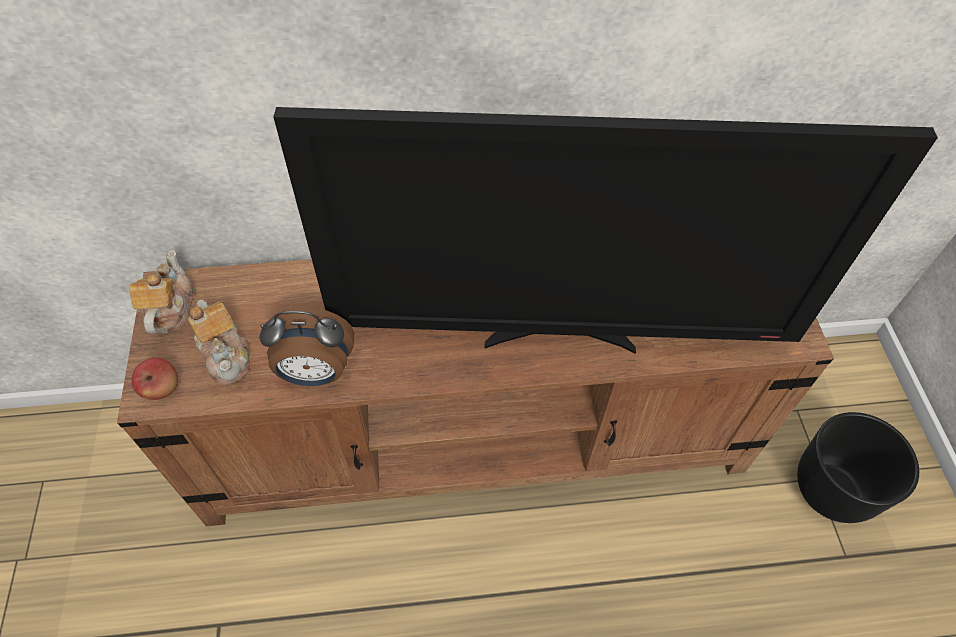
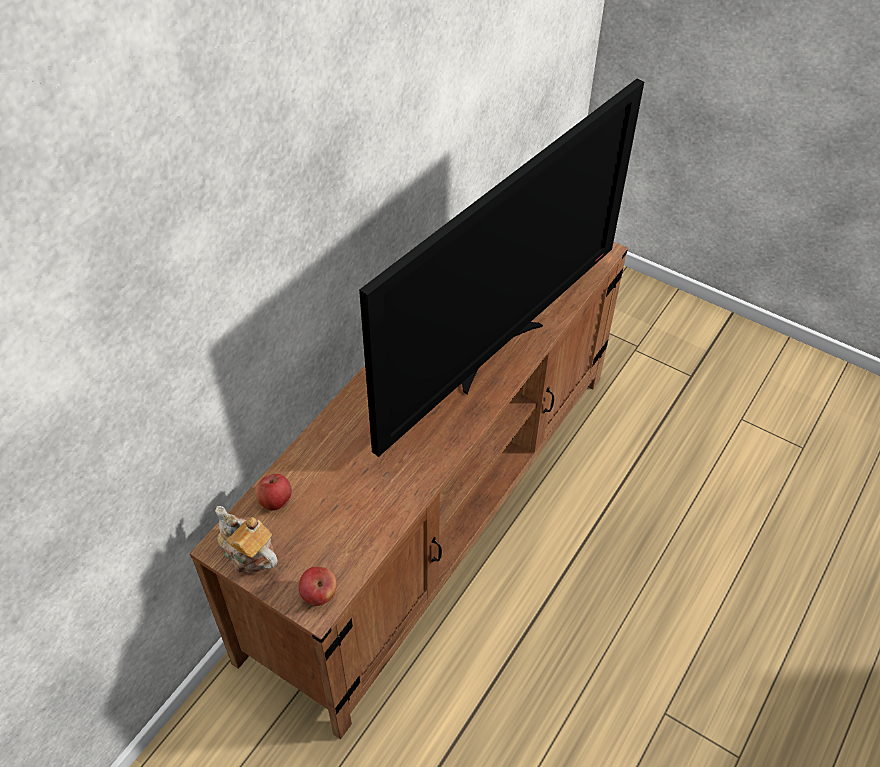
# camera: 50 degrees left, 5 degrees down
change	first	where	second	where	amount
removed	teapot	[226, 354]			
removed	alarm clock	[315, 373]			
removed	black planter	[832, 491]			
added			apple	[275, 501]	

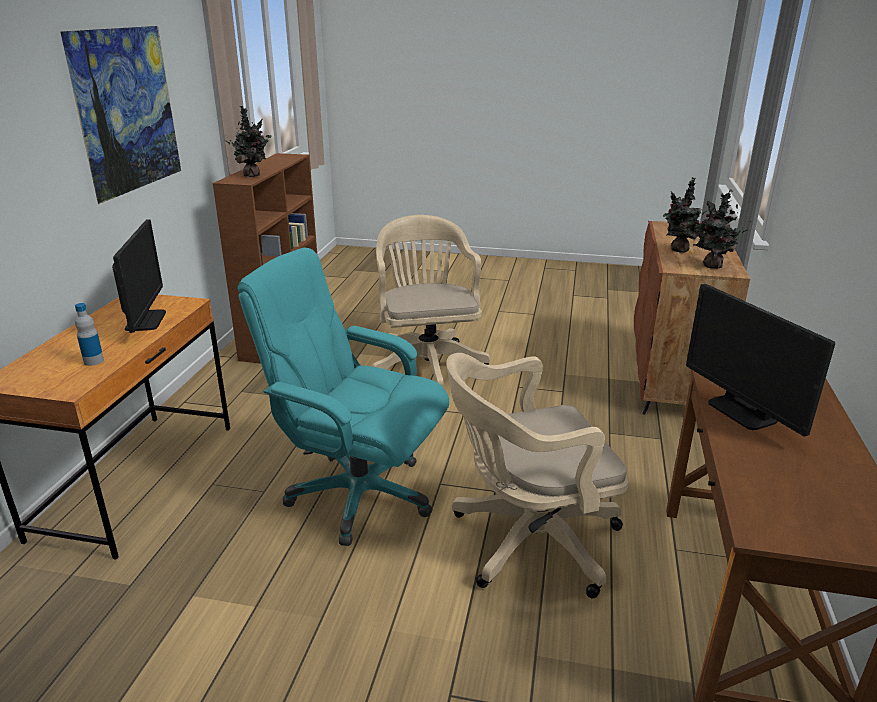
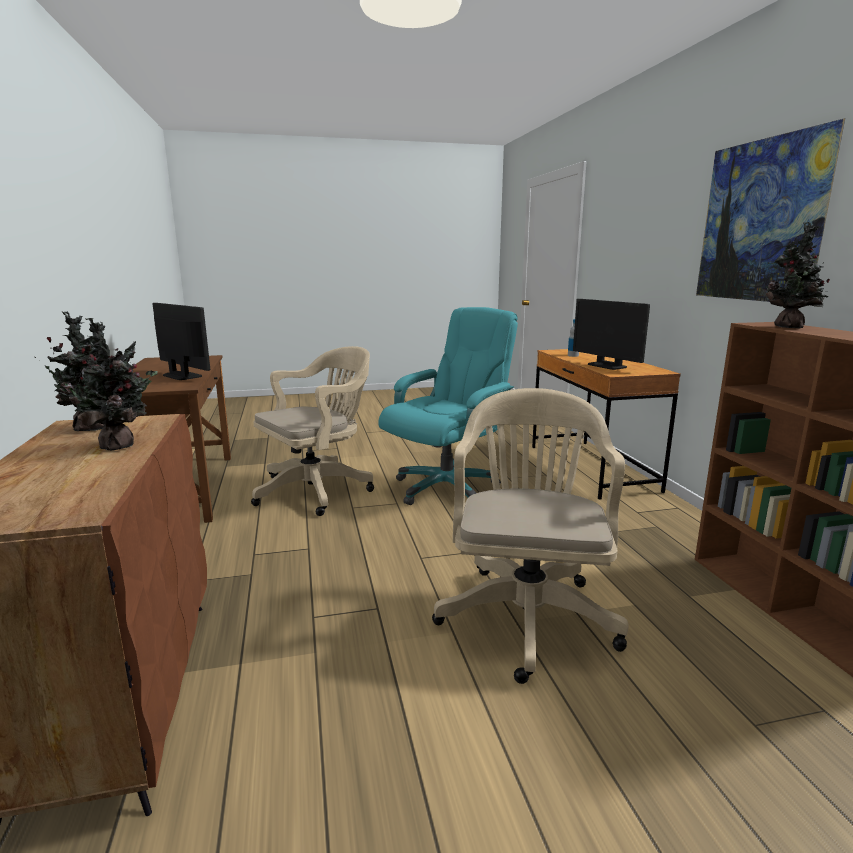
# camera: 155 degrees right, 10 degrees down
change	first	where	second	where	amount
turned	turquoise office chair	[359, 494]		[447, 487]	45 degrees counterclockwise
turned	beige office chair	[427, 364]		[527, 612]	135 degrees counterclockwise

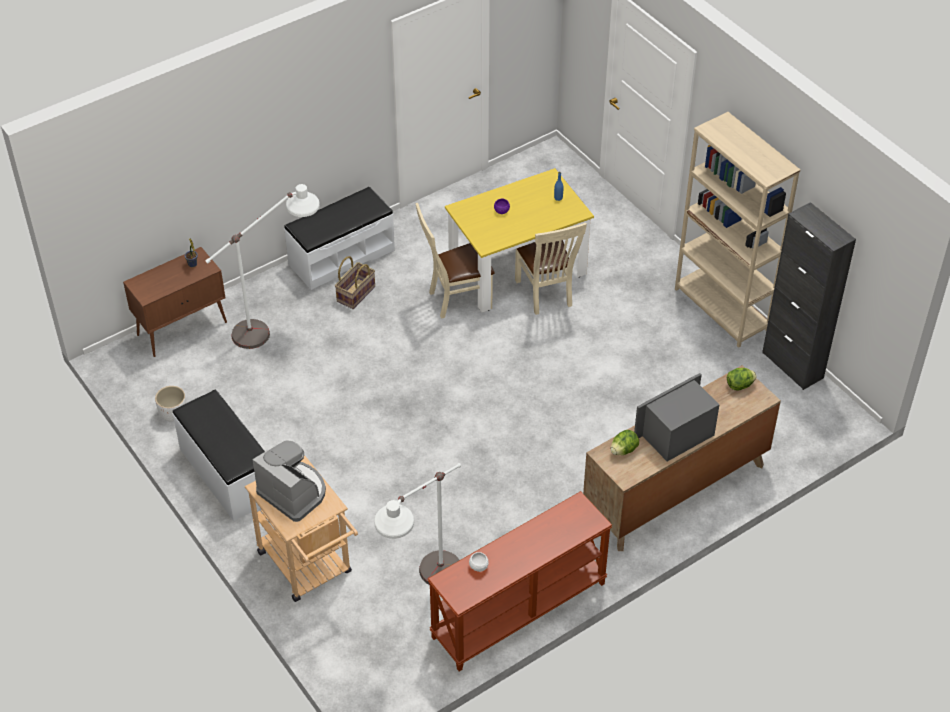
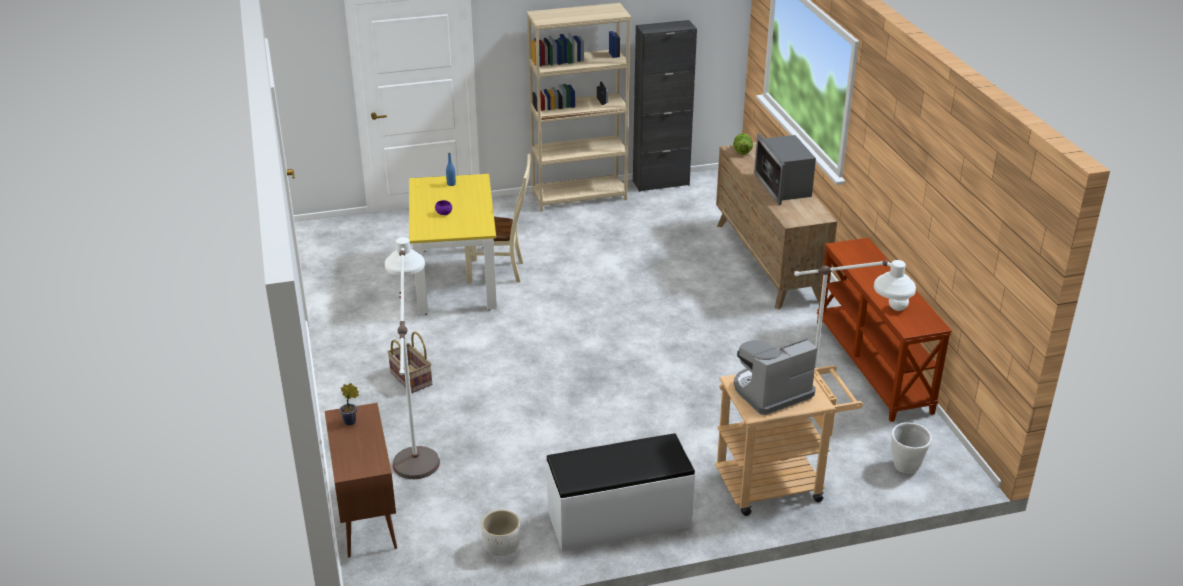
# camera: 70 degrees left, 15 degrees down
change	first	where	second	where	amount
removed	white bench	[341, 257]			
removed	beige chair	[456, 299]			
removed	lettuce	[624, 450]			
added			white planter	[906, 467]	

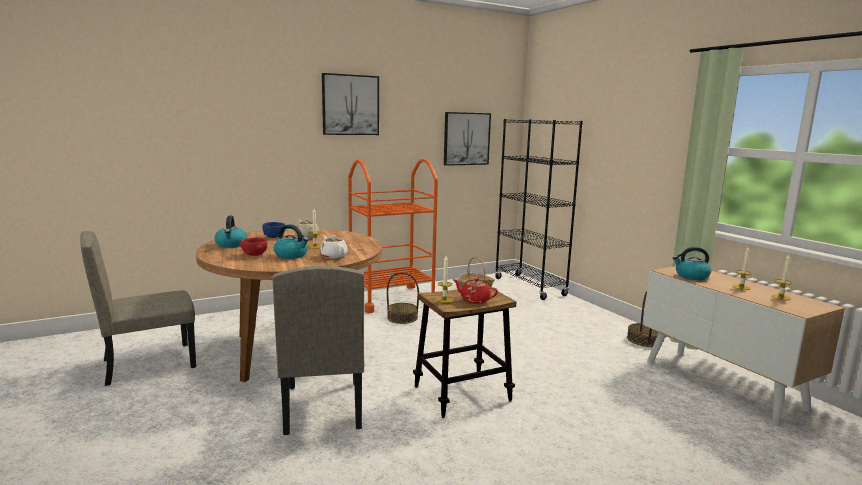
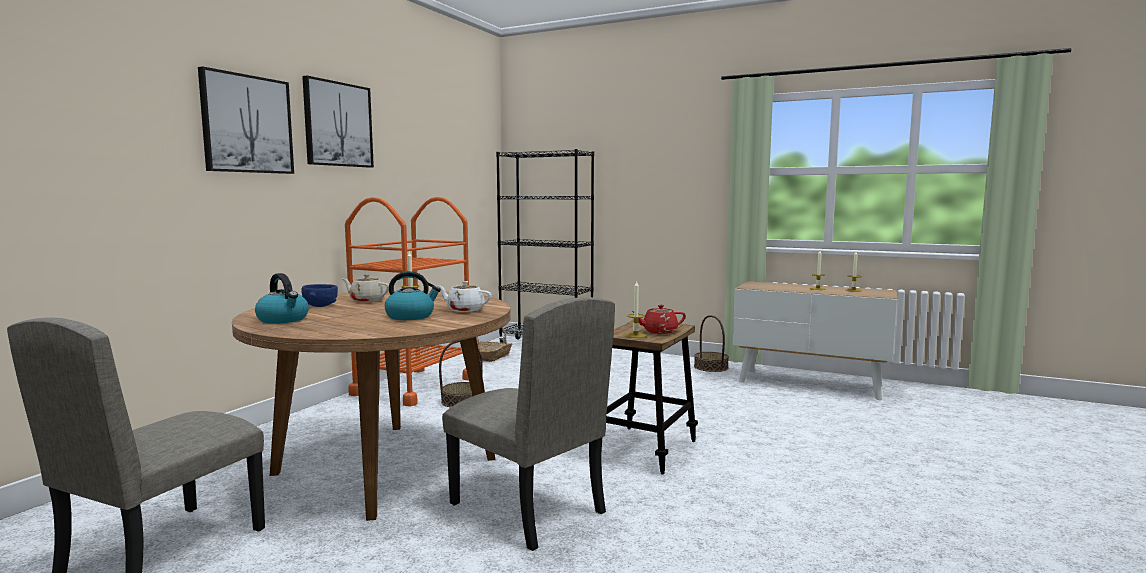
# camera: 35 degrees left, 5 degrees down
change	first	where	second	where	amount
removed	red bowl	[254, 255]			
moved	picture	[466, 138]		[247, 124]	
removed	kettle	[691, 276]			

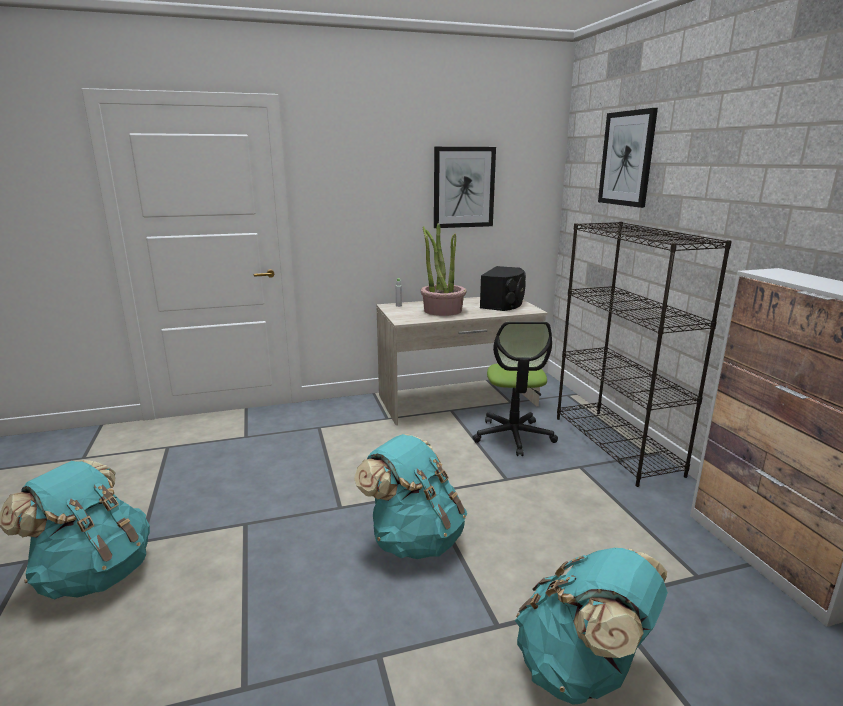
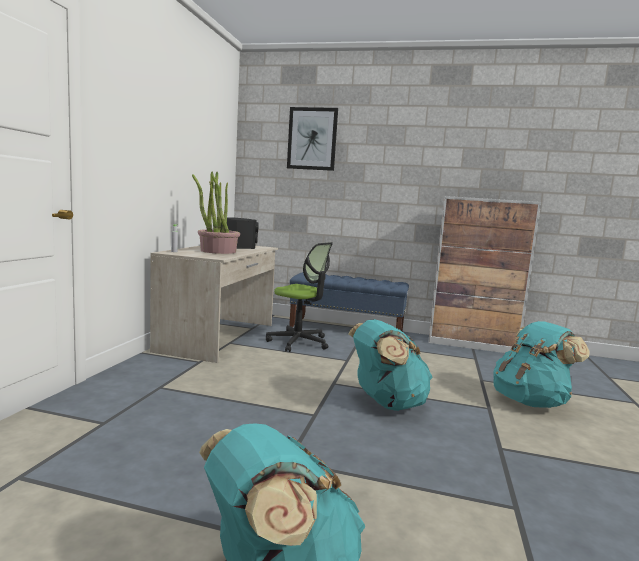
# camera: 60 degrees left, 10 degrees down
change	first	where	second	where	amount
removed	picture	[463, 187]			
replaced	black bookcase	[616, 445]	blue bench	[347, 329]	

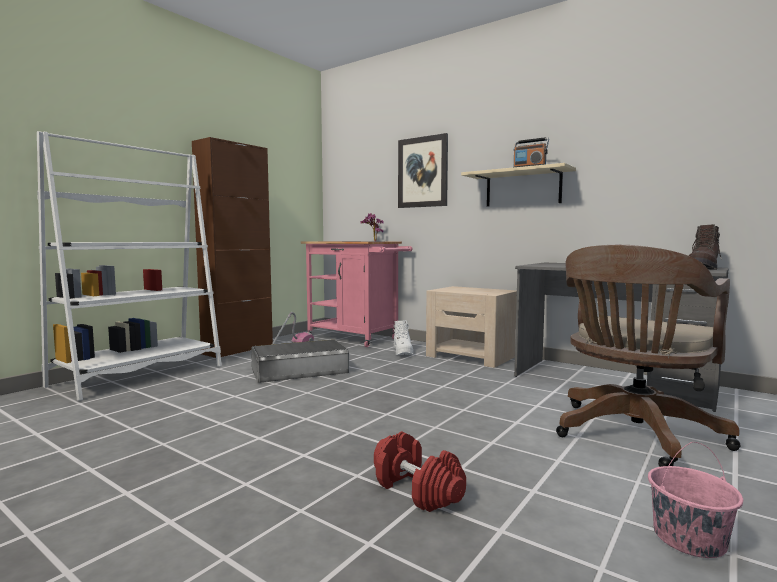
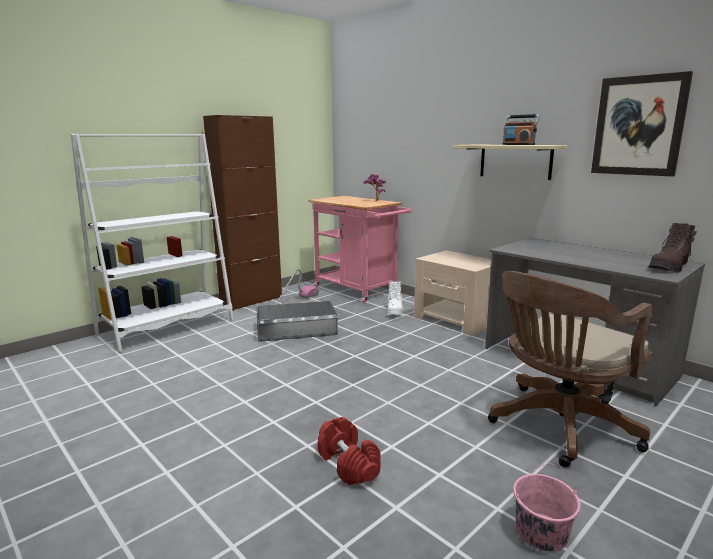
# camera: 10 degrees right, 10 degrees up
change	first	where	second	where	amount
moved	picture	[422, 172]		[638, 126]	

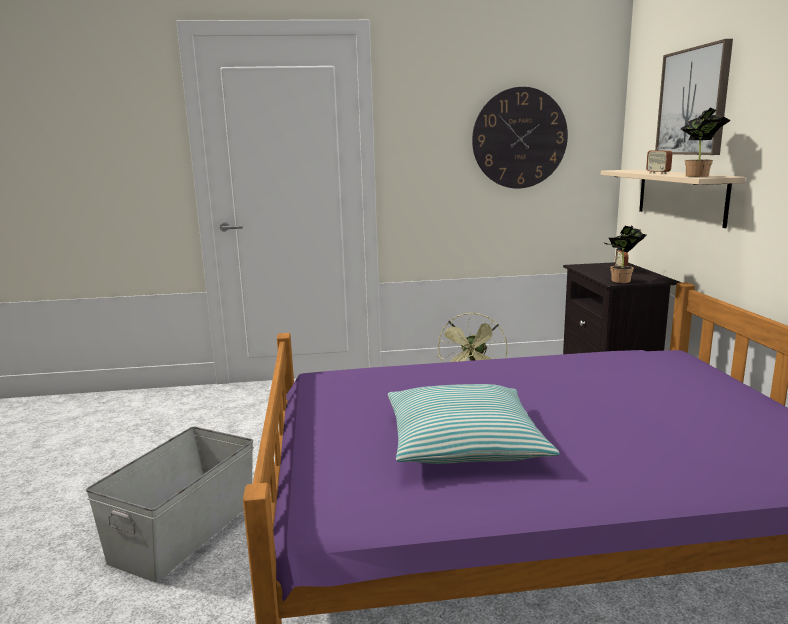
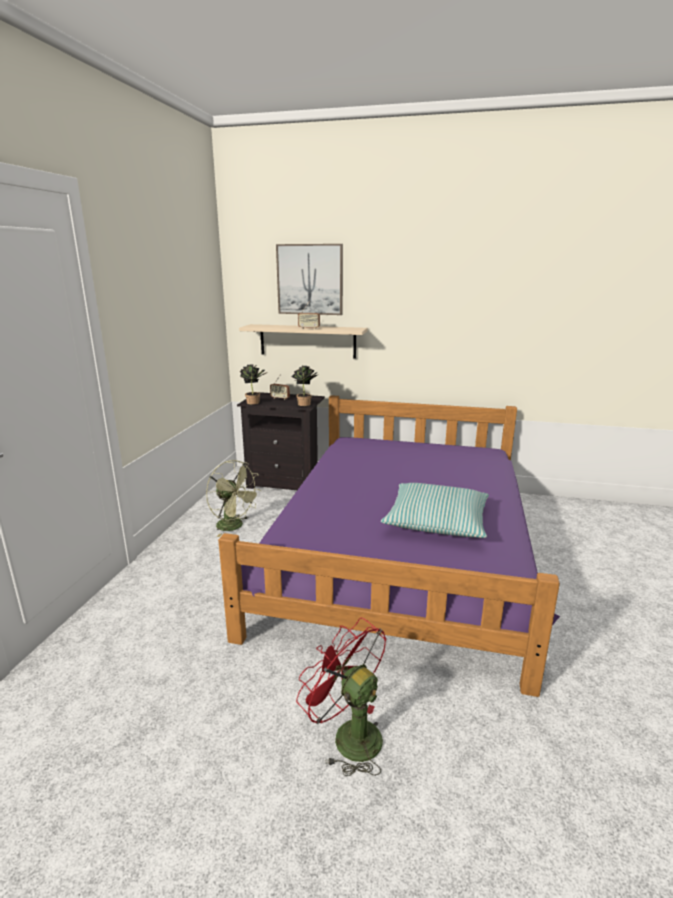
# camera: 70 degrees left, 5 degrees up
change	first	where	second	where	amount
replaced	grey storage box	[183, 531]	red fan	[348, 735]	
removed	wall clock	[519, 138]			
moved	potted plant	[699, 176]		[255, 402]	

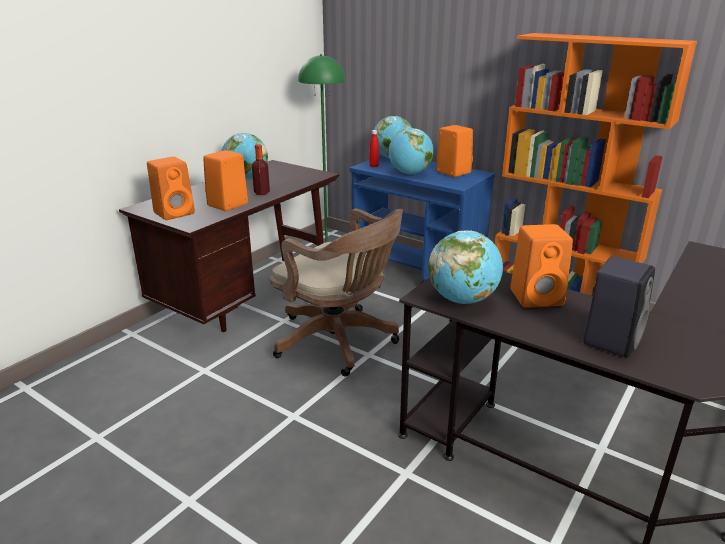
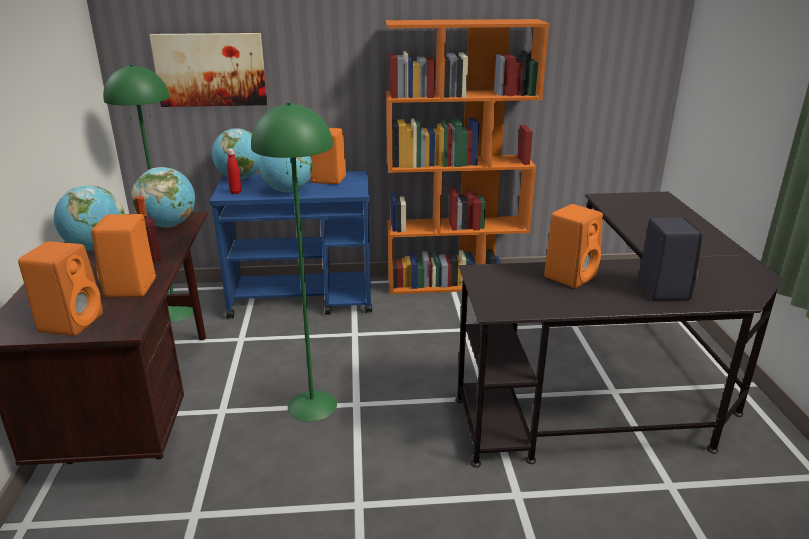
# camera: 40 degrees left, 0 degrees up
change	first	where	second	where	amount
replaced	brown office chair	[339, 342]	green floor lamp	[312, 405]	
moved	globe	[462, 300]		[169, 225]	
added			picture	[210, 69]	

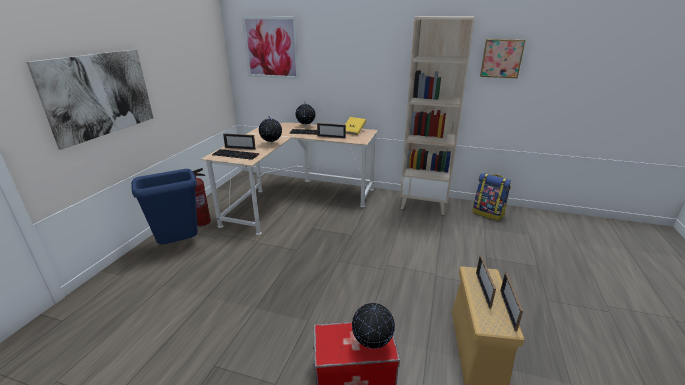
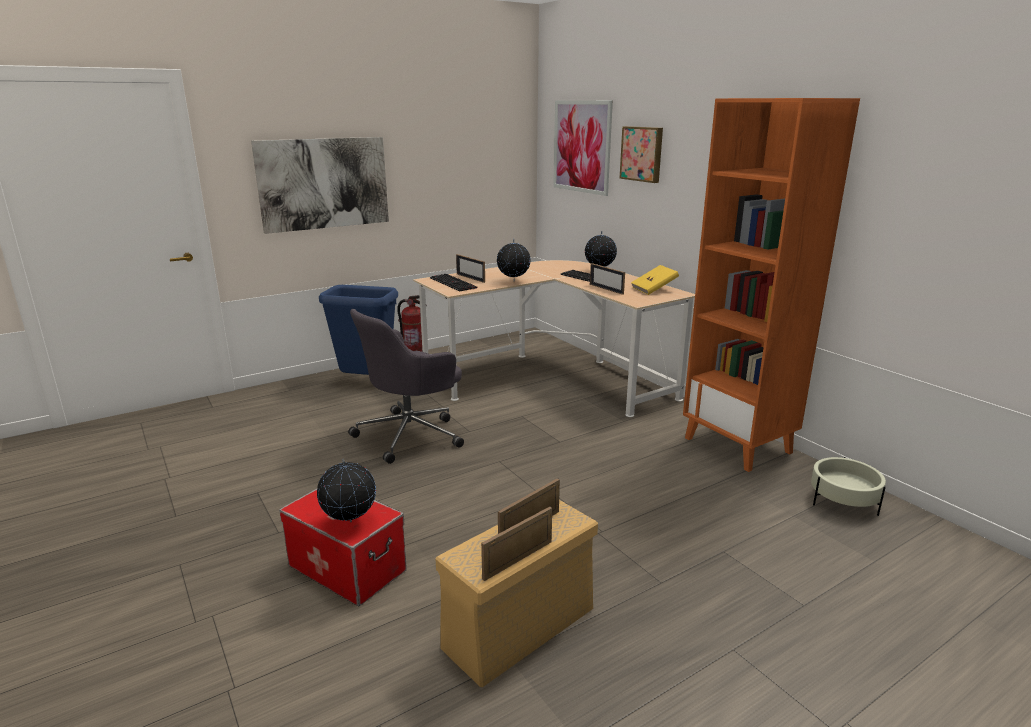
# camera: 40 degrees right, 5 degrees down
change	first	where	second	where	amount
recoloured	beige bookcase	[424, 203]	orange bookcase	[738, 445]	
replaced	backpack	[488, 213]	beige planter	[843, 501]	
moved	picture	[501, 58]		[642, 154]	
added			grey office chair	[411, 434]	

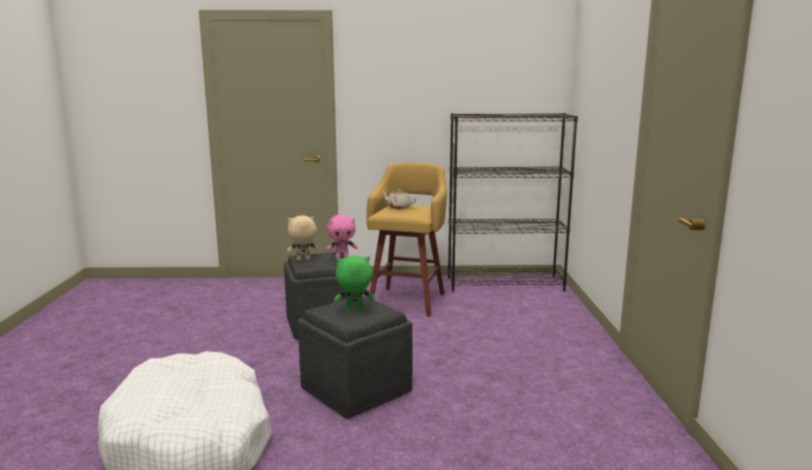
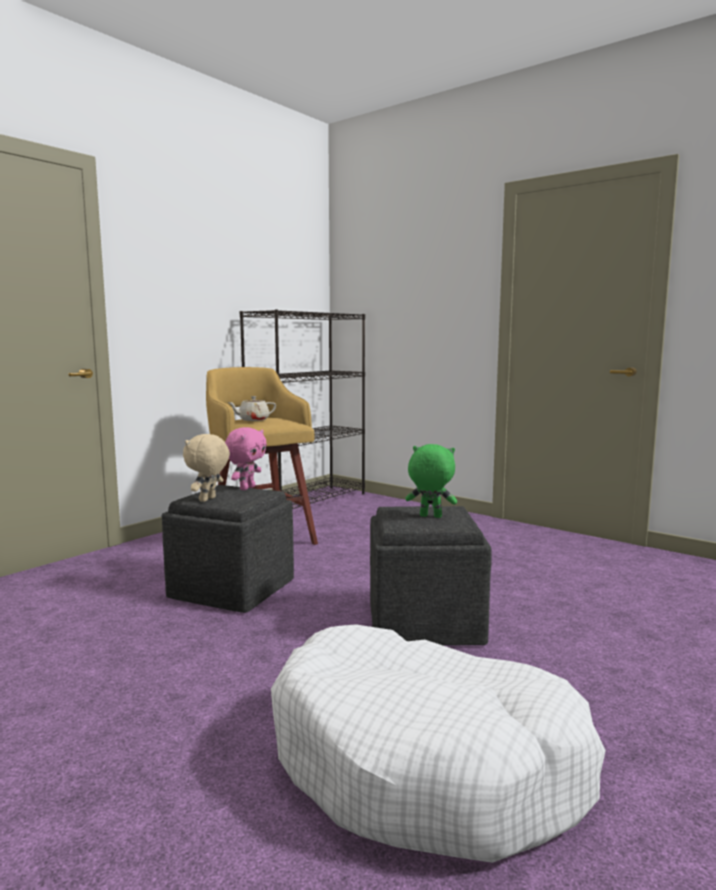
# camera: 50 degrees left, 5 degrees down
change	first	where	second	where	amount
turned	green plush toy	[354, 311]		[430, 517]	75 degrees clockwise

